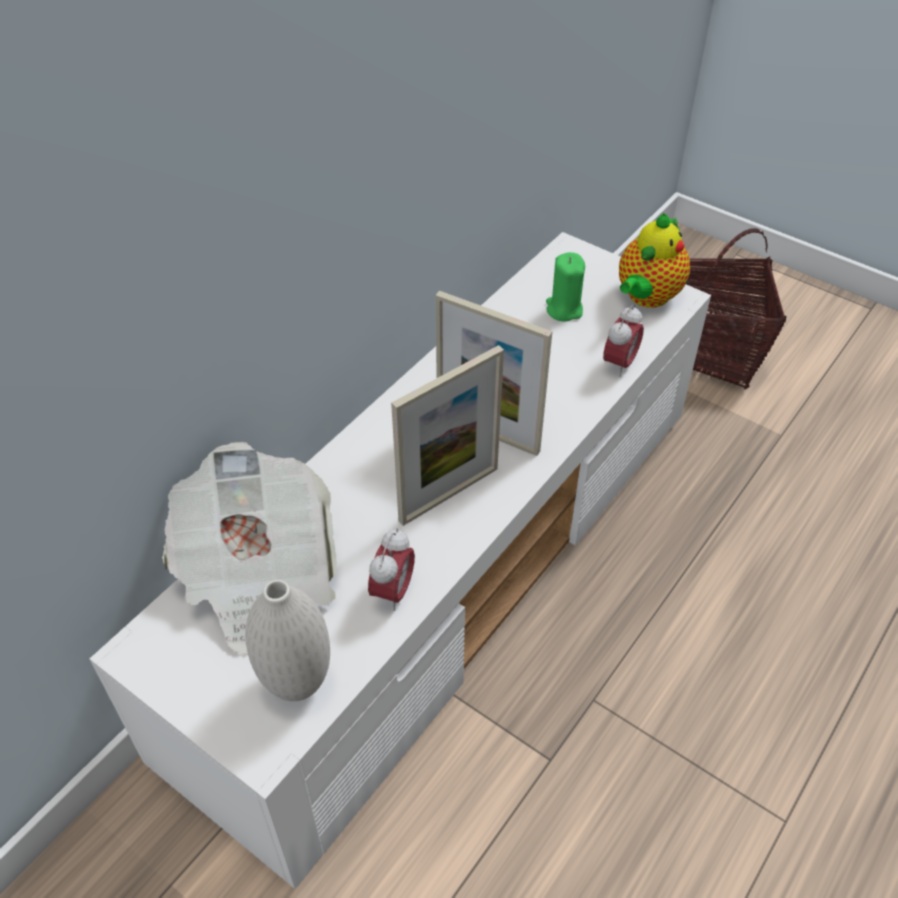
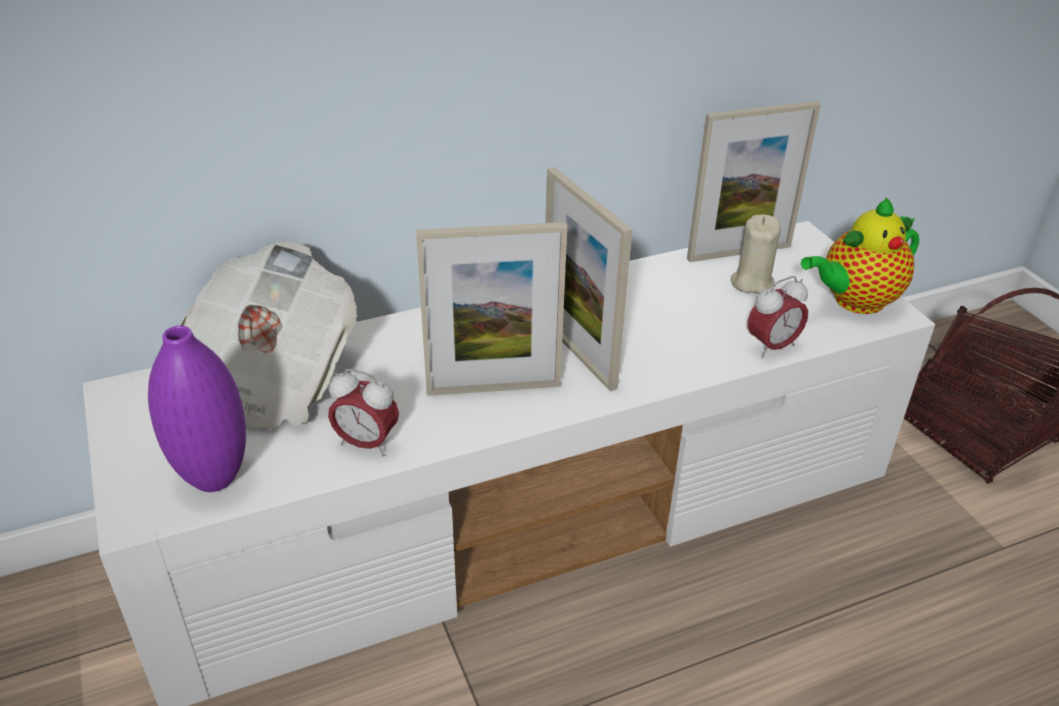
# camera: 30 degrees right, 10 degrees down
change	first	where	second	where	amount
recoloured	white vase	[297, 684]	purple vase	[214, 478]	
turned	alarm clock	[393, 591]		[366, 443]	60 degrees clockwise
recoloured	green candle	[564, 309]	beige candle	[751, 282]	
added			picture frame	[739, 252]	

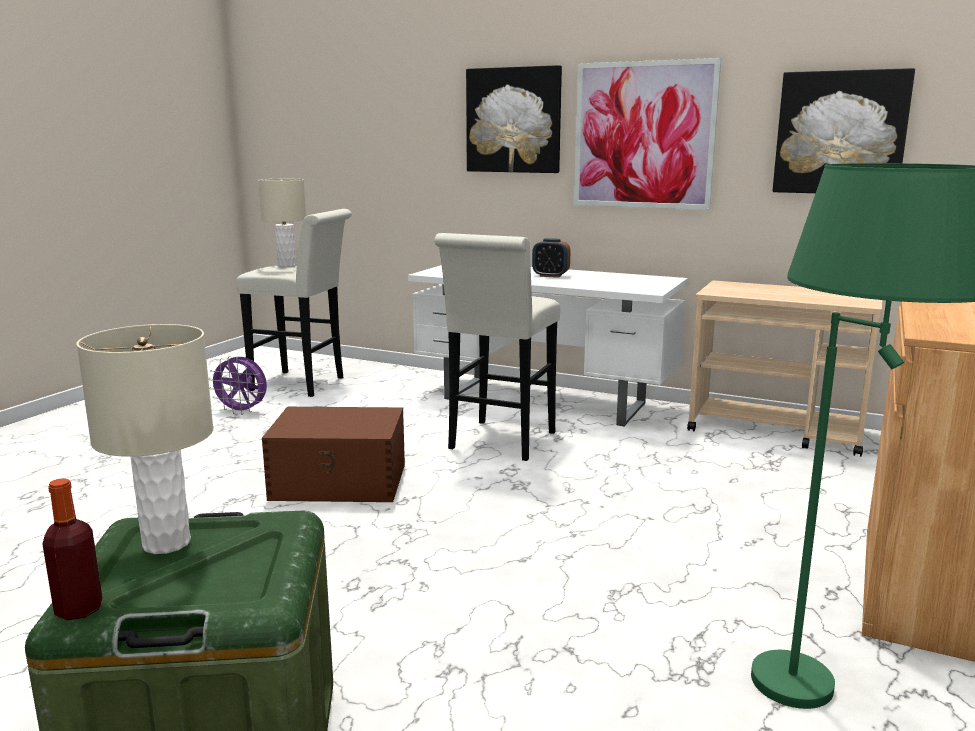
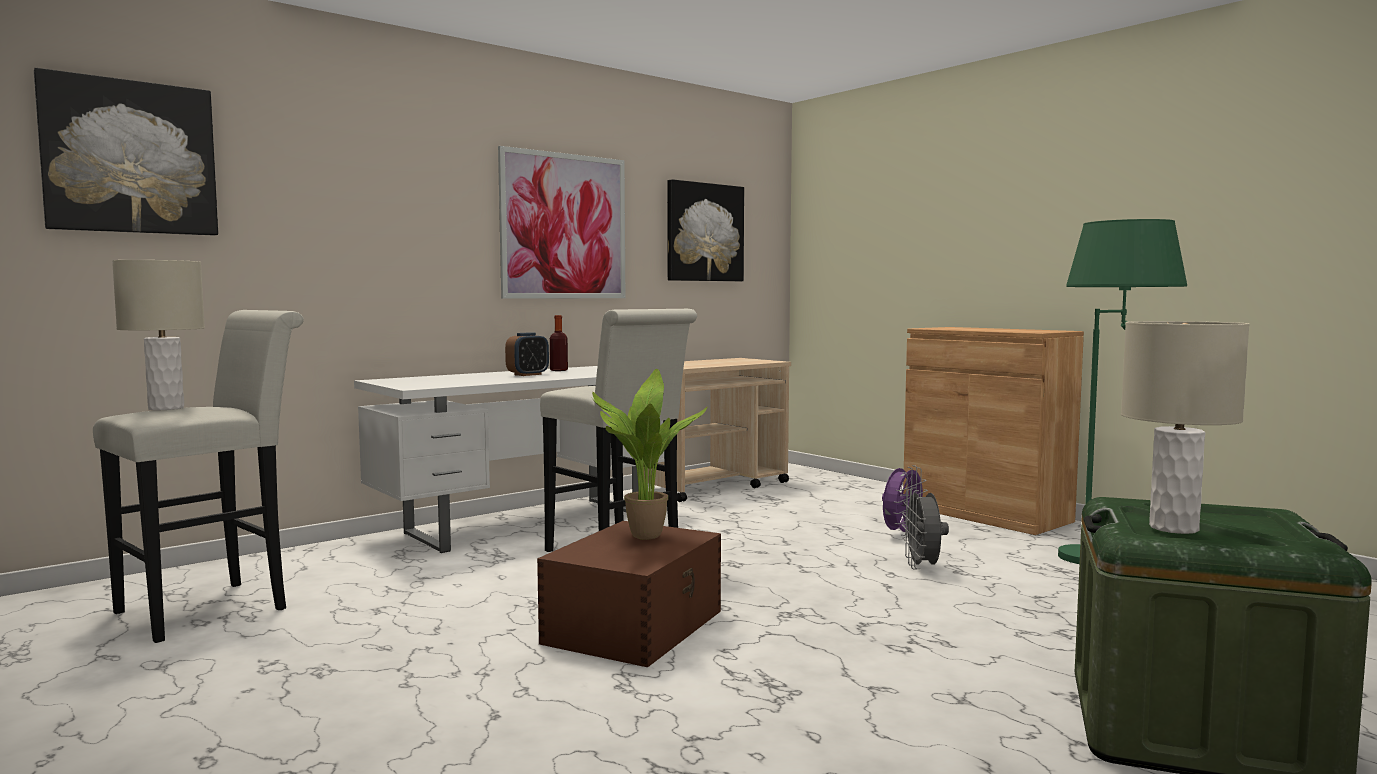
# camera: 65 degrees left, 10 degrees down
change	first	where	second	where	amount
moved	bottle	[79, 609]		[559, 370]	
moved	purple fan	[242, 411]		[902, 534]	
moved	picture	[514, 120]		[130, 157]	
added			potted plant	[641, 535]	
added			grey fan	[923, 567]	

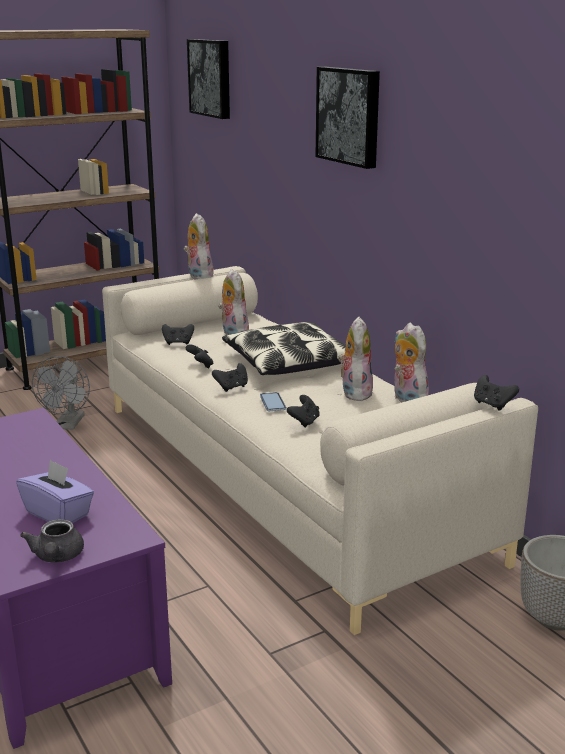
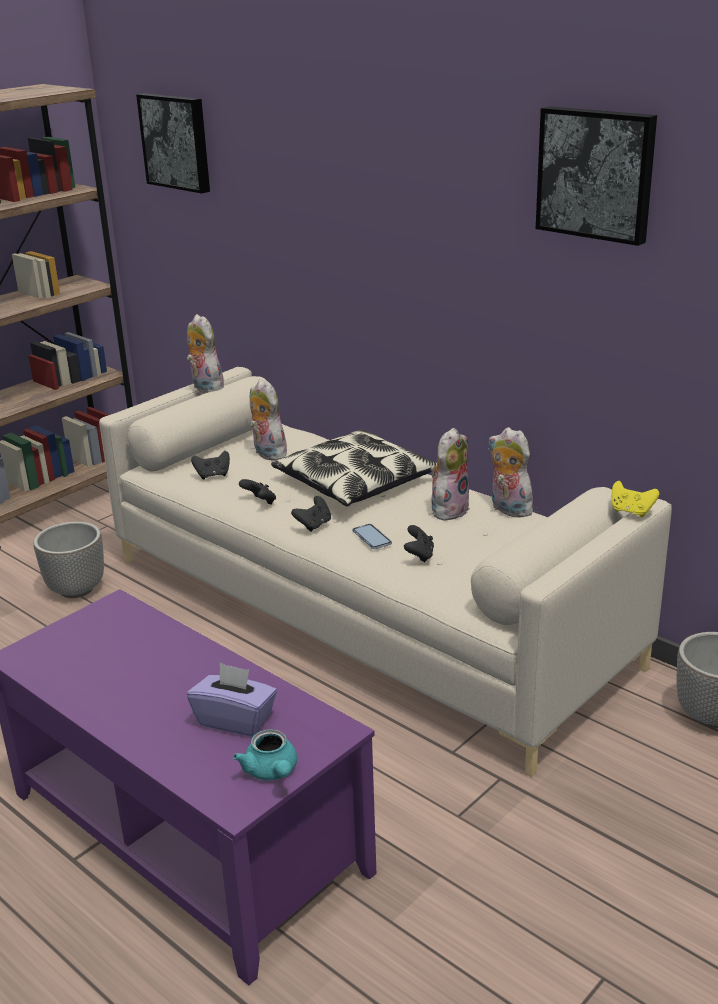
# camera: 15 degrees left, 5 degrees up
change	first	where	second	where	amount
recoloured	grey teapot	[57, 557]	turquoise teapot	[272, 772]	
replaced	grey fan	[68, 425]	planter	[77, 589]	
moved	picture	[350, 116]		[597, 174]	
turned	plush toy	[354, 392]		[449, 509]	45 degrees clockwise
recoloured	black game controller	[492, 405]	yellow game controller	[631, 511]	

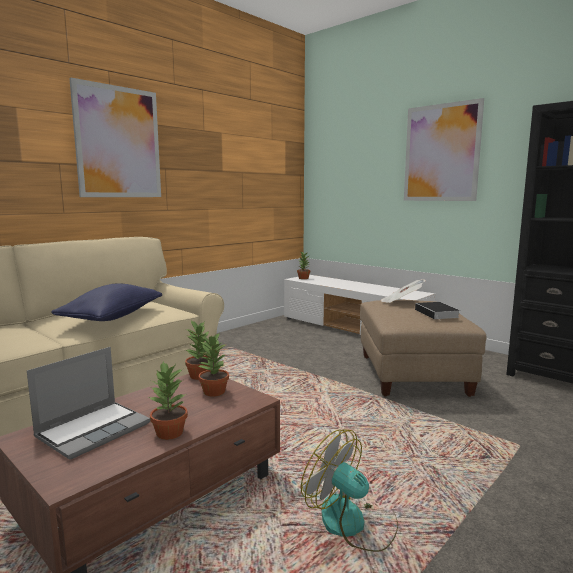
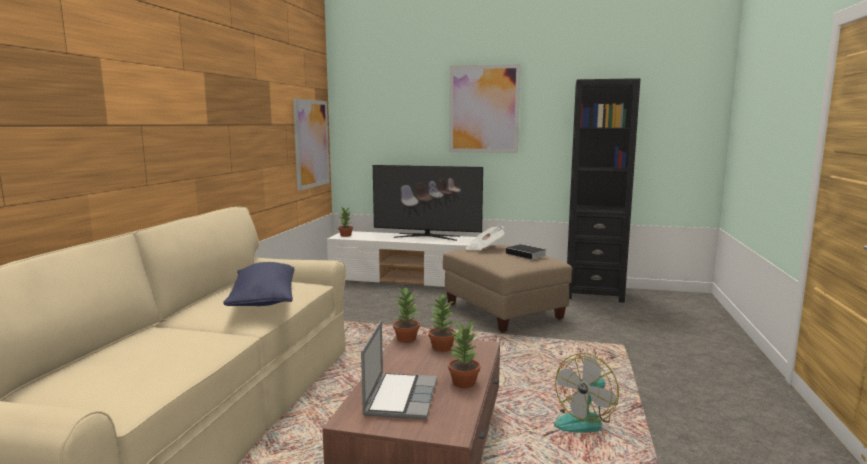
# camera: 30 degrees left, 0 degrees up
change	first	where	second	where	amount
moved	picture	[118, 142]		[311, 143]	
turned	fan	[353, 524]		[583, 420]	60 degrees counterclockwise
added			television	[426, 236]	

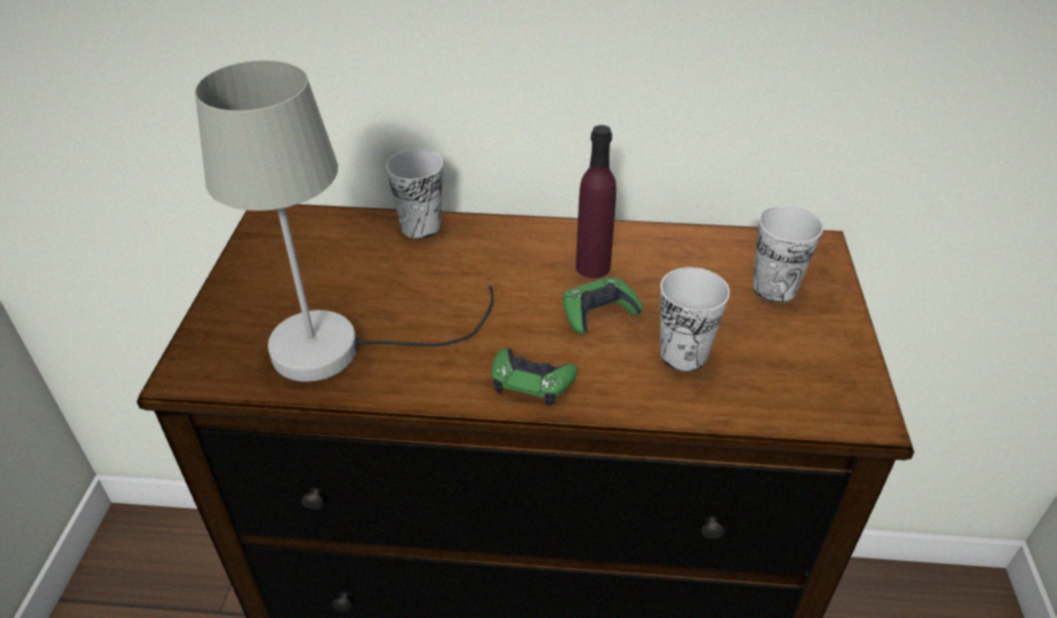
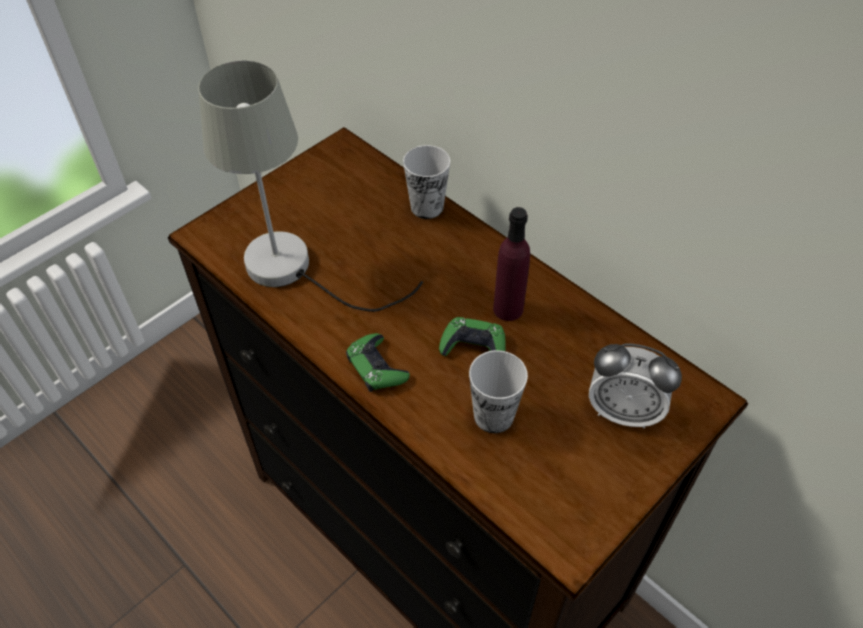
# camera: 40 degrees right, 10 degrees up
change	first	where	second	where	amount
replaced	cup	[774, 288]	alarm clock	[623, 411]	

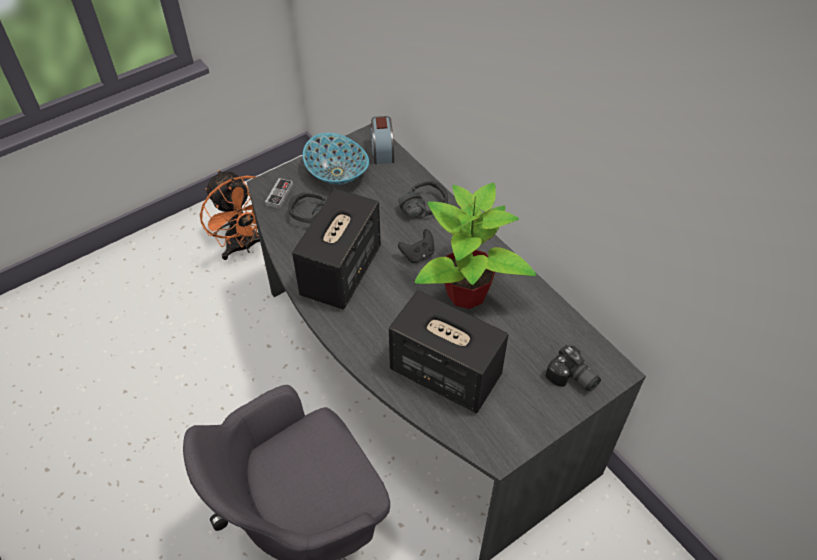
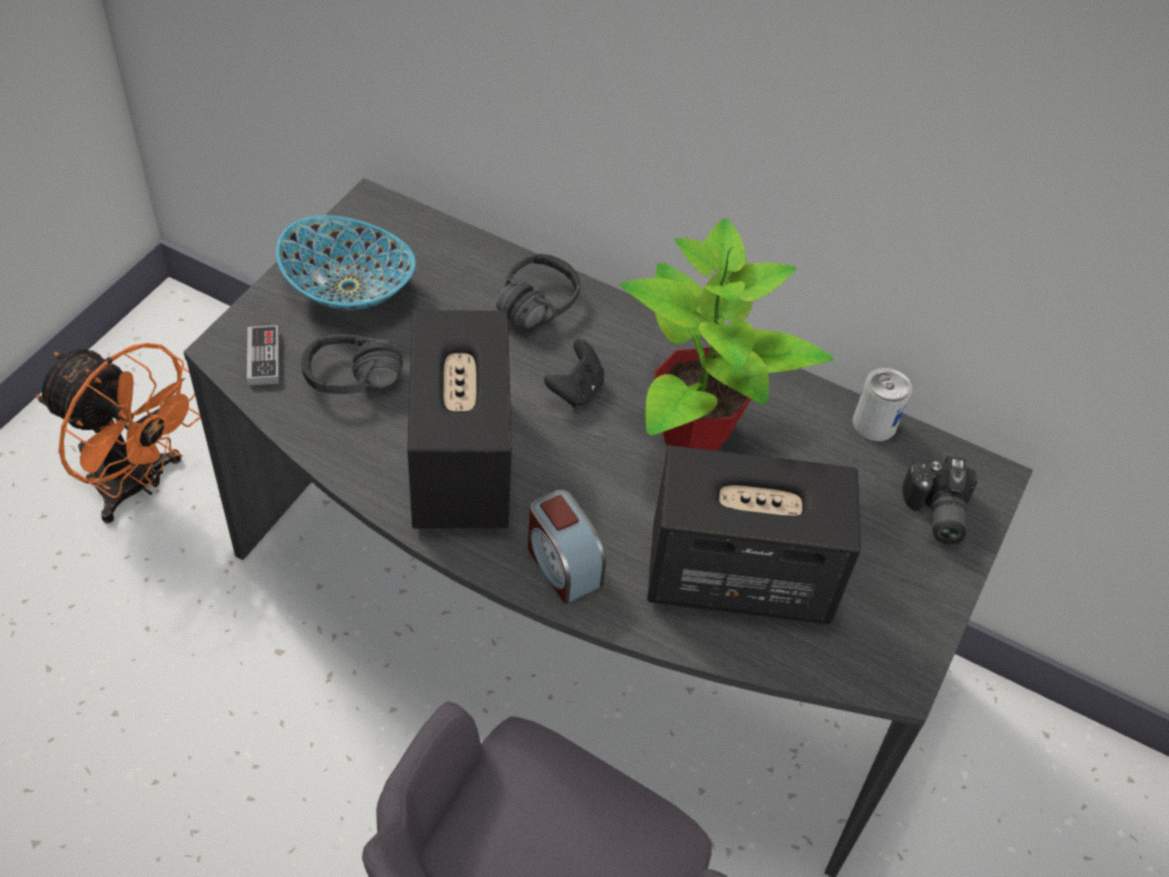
# camera: 30 degrees left, 0 degrees up
change	first	where	second	where	amount
moved	alarm clock	[382, 151]		[562, 564]	
turned	photo camera	[572, 379]		[934, 513]	75 degrees clockwise
added			can	[874, 423]	

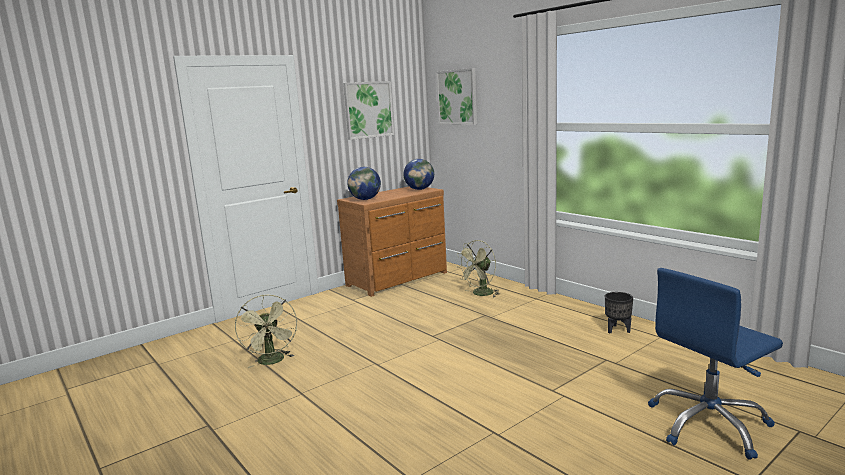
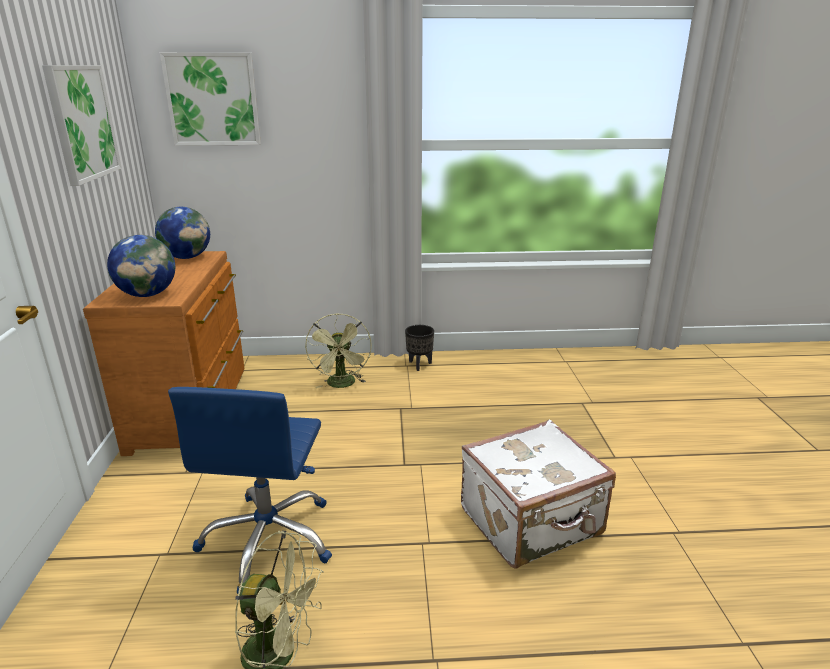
# camera: 55 degrees left, 10 degrees up
change	first	where	second	where	amount
moved	black planter	[618, 330]		[420, 365]	
moved	blue office chair	[709, 424]		[269, 539]	
added			white suitcase	[532, 523]	

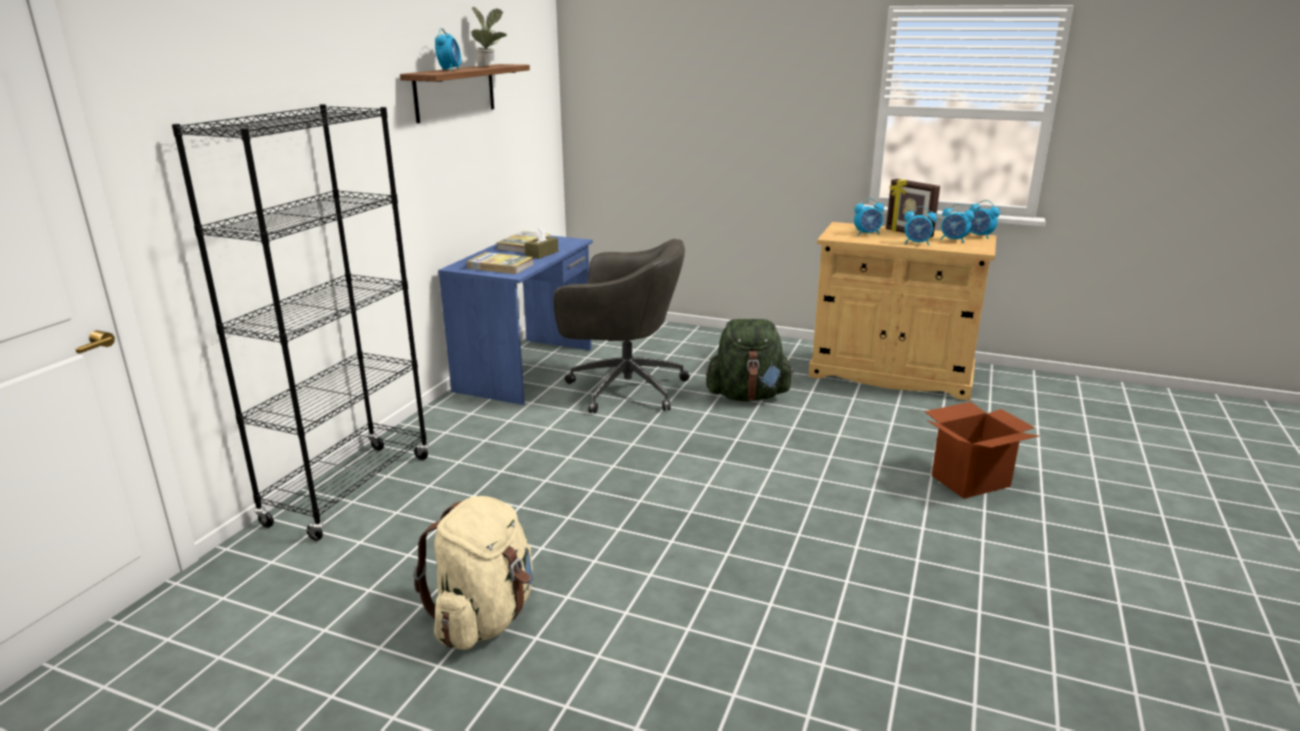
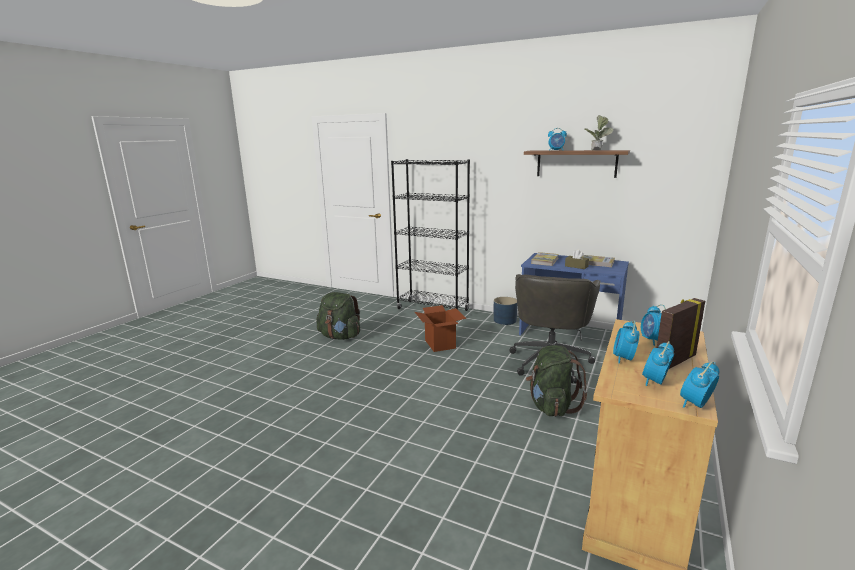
# camera: 95 degrees right, 5 degrees down
change	first	where	second	where	amount
recoloured	beige backpack	[485, 618]	green backpack	[340, 336]	
moved	cardboard box	[970, 481]		[440, 344]	
added			blue planter	[505, 320]	

